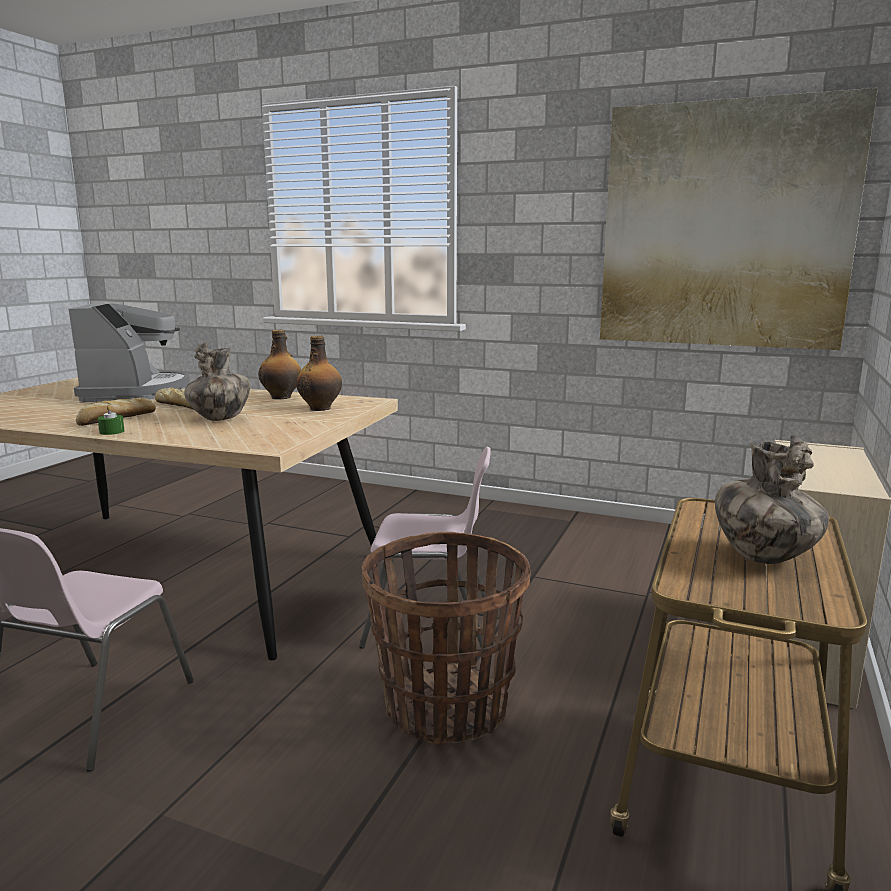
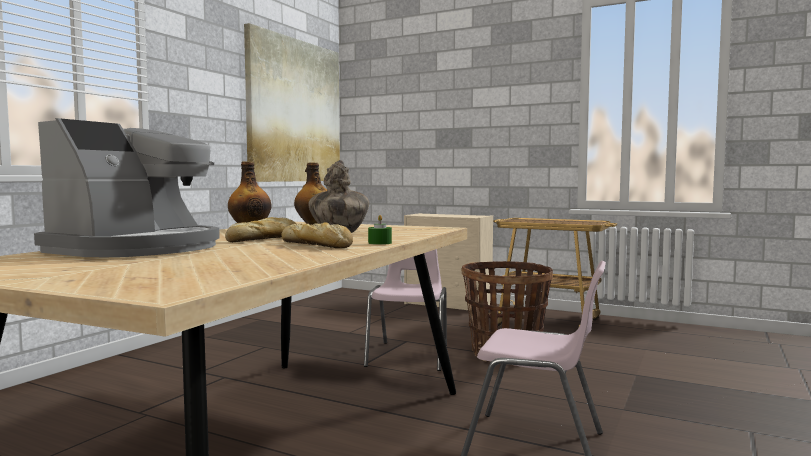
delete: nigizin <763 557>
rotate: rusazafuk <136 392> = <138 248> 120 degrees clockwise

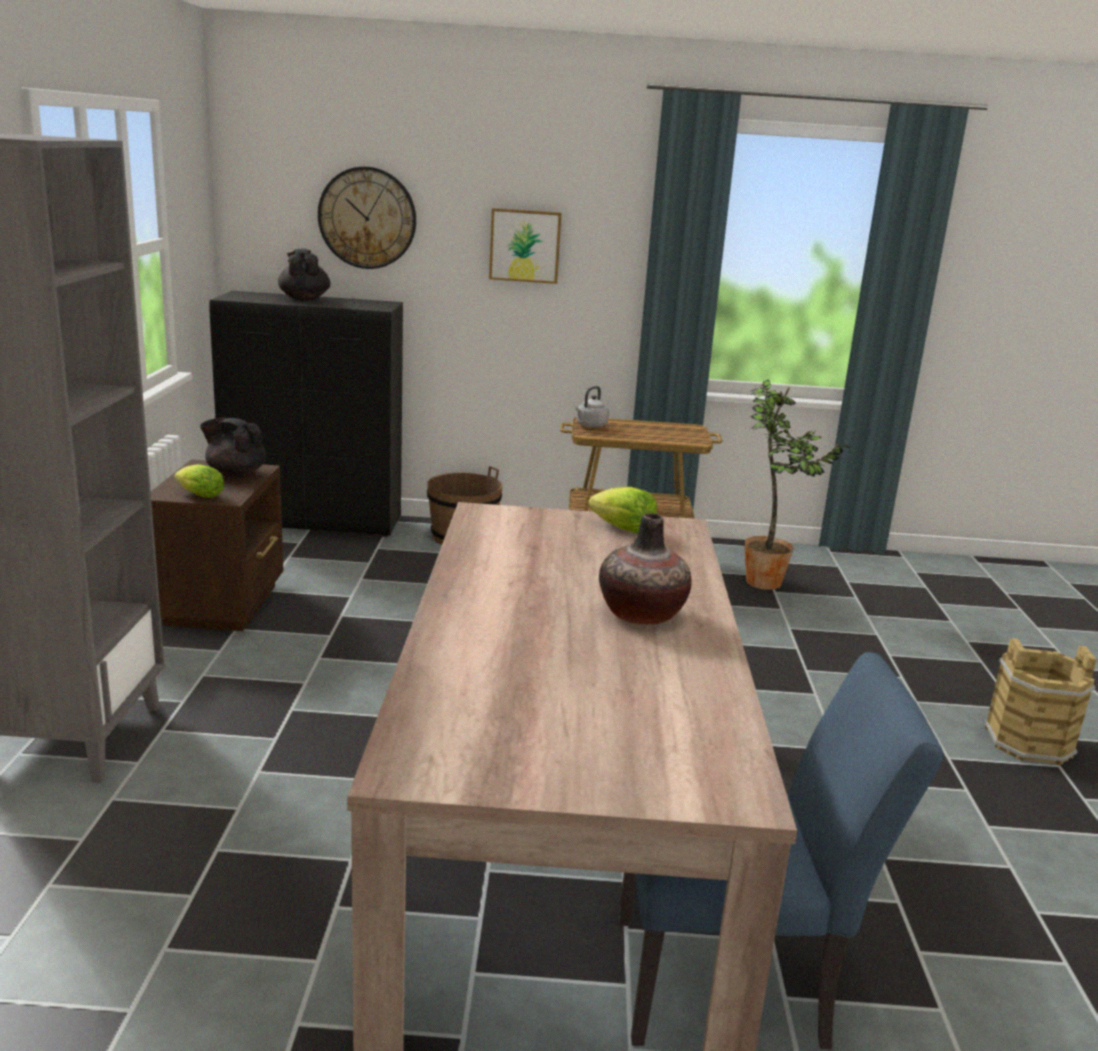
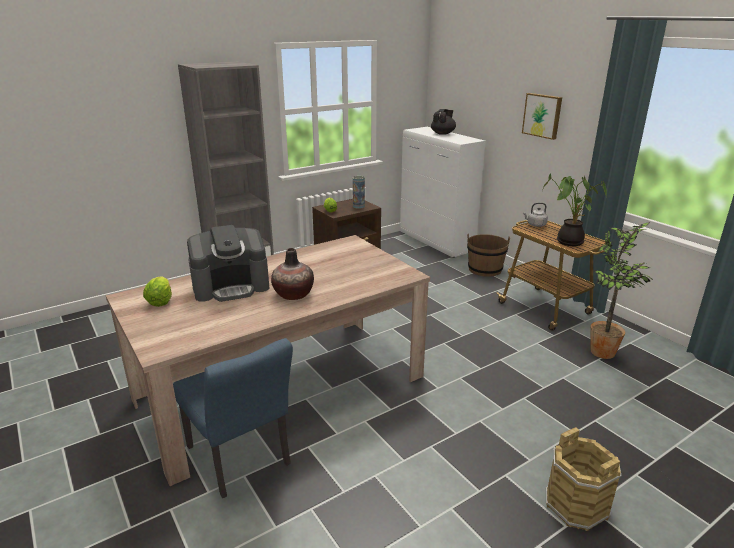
delete: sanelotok <367 218>
insert: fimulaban <568 241>; rusazafuk <231 286>
move: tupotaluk <623 529> to <160 301>
replace: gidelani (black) <235 474> to nigizin <358 206>
recolor: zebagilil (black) <315 522> to zebagilil (white) <436 242>

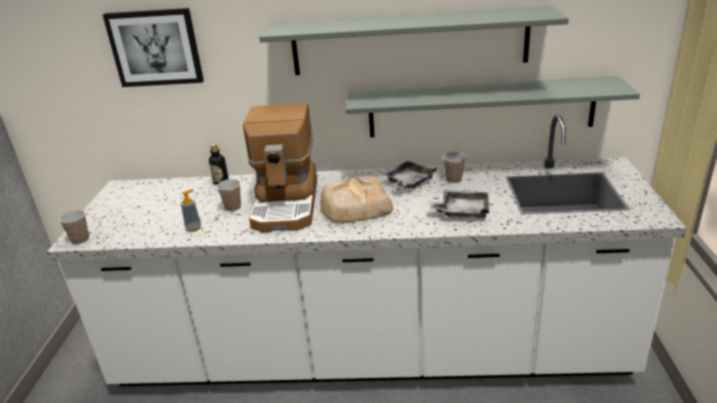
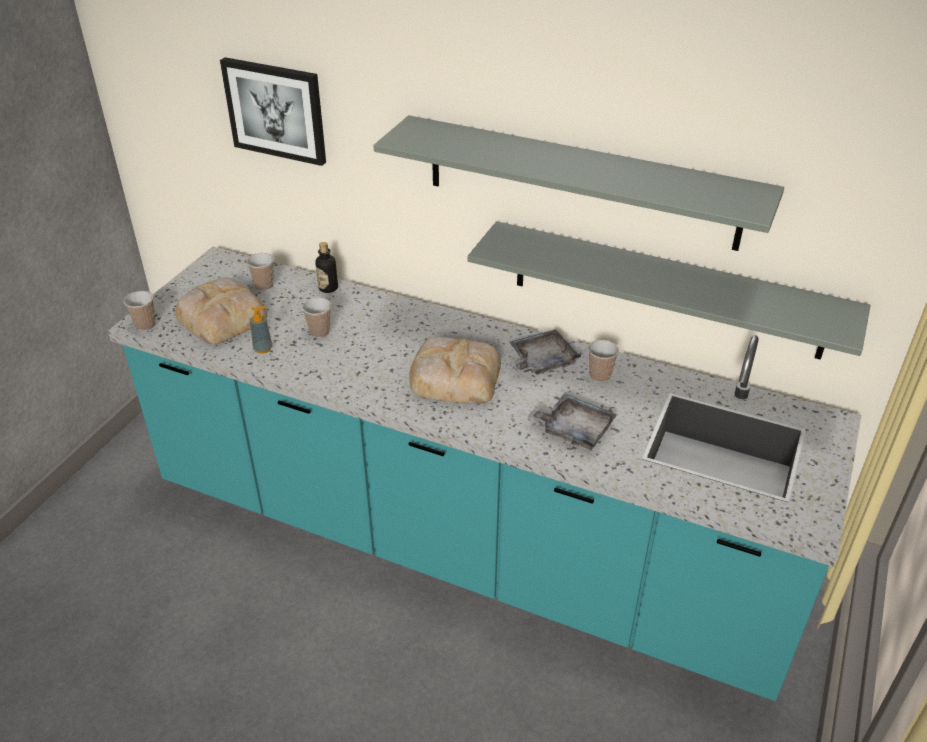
delete: rusazafuk <287 204>
insert: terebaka <264 285>; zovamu <222 316>
recolor: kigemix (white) <370 353> to kigemix (turquoise) <463 544>

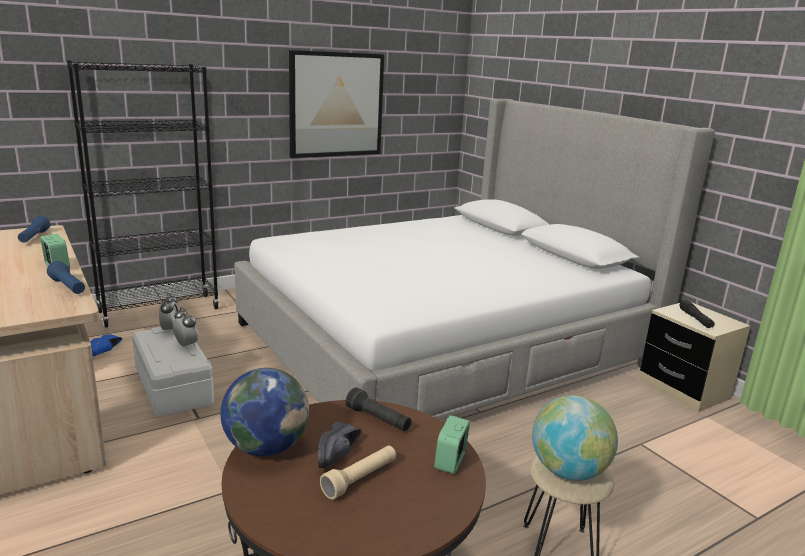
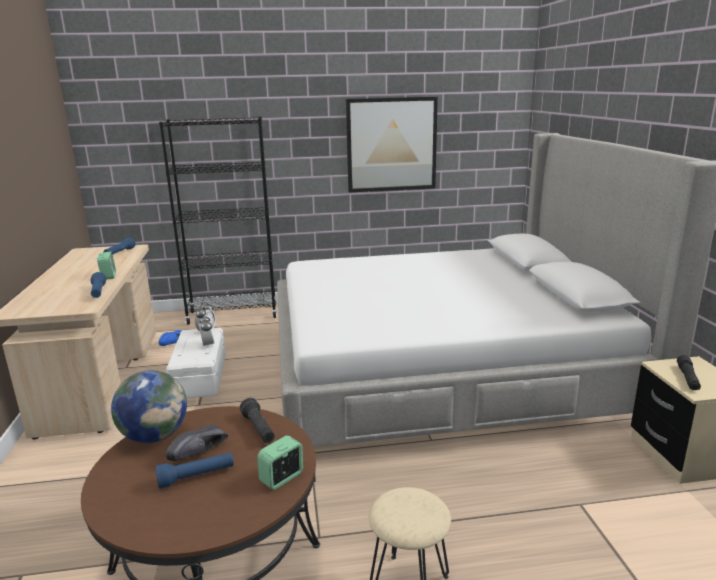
delete: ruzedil <568 471>
recolor: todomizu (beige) <360 479> to todomizu (blue) <196 477>

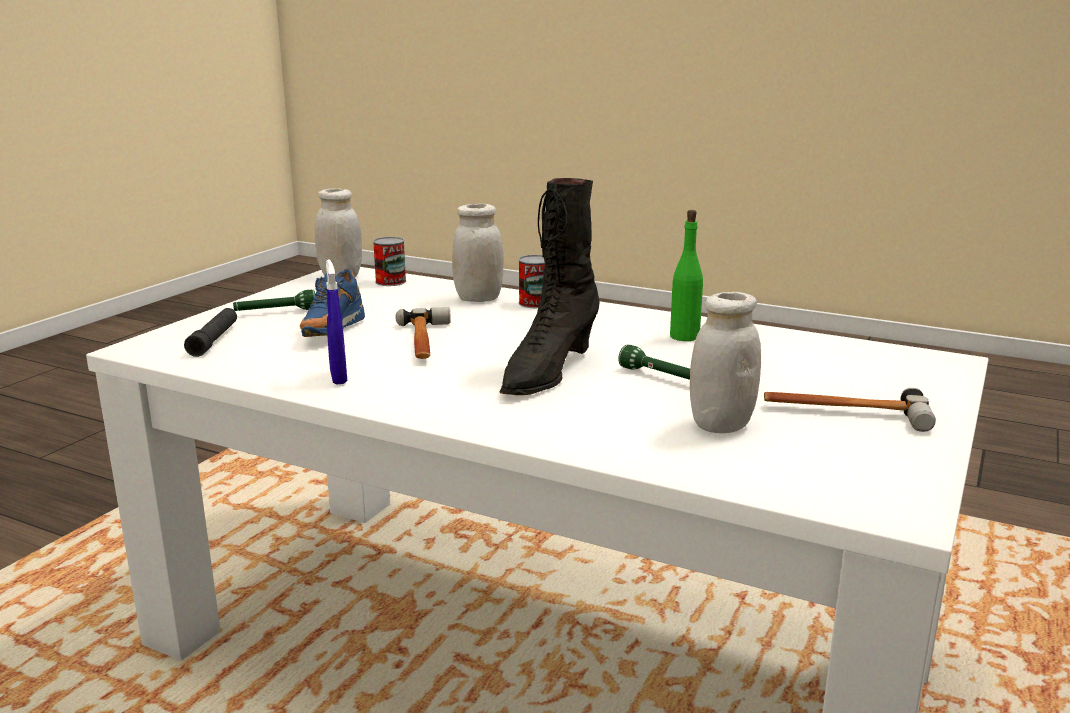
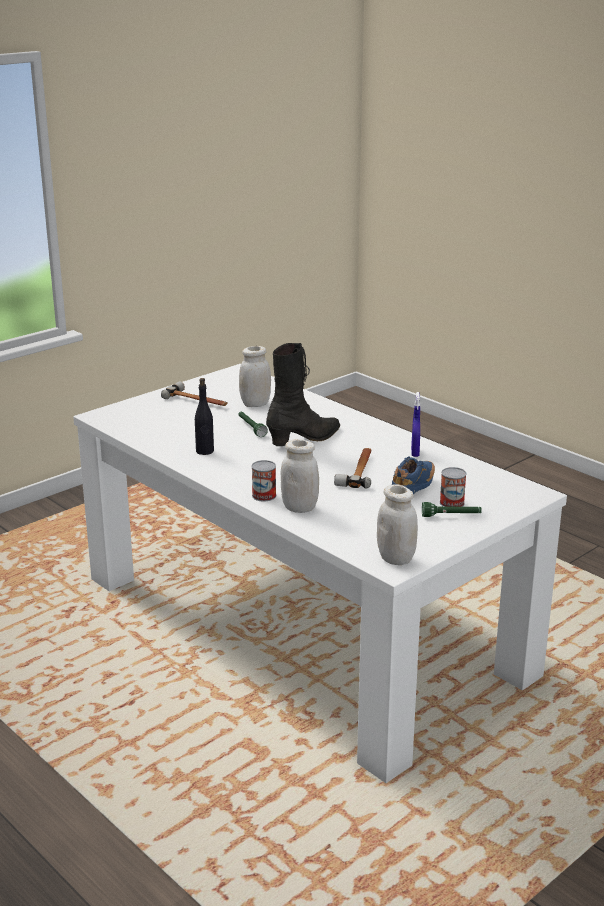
delete: todomizu (black) <214 340>
move: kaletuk <390 282> to <451 503>
recolor: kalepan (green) <684 336> to kalepan (black) <205 451>

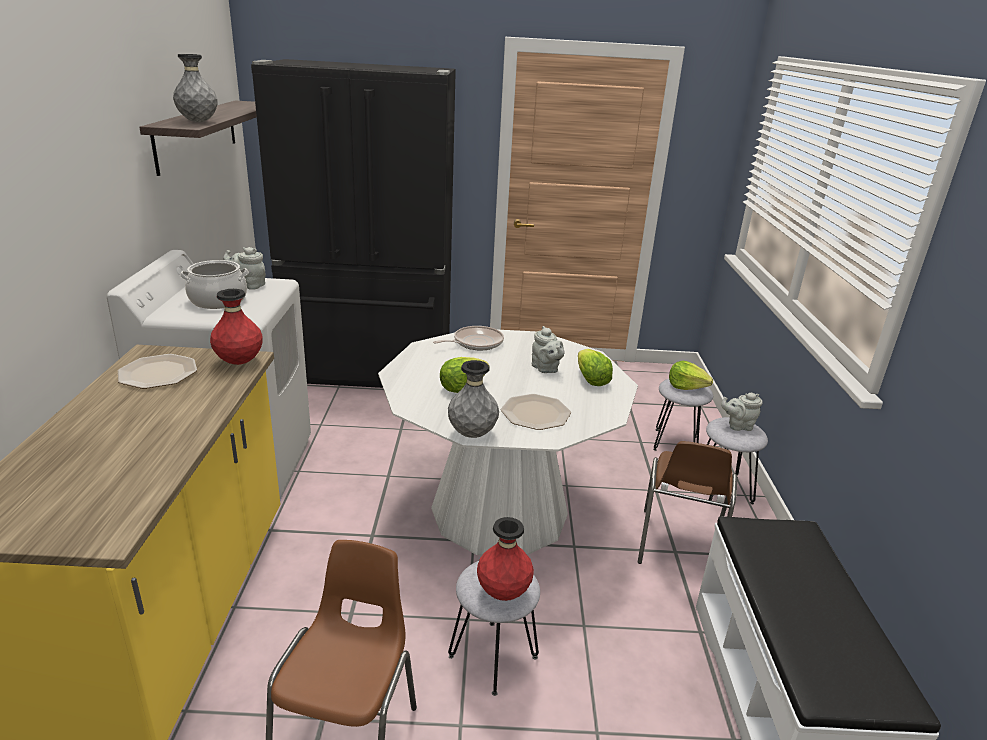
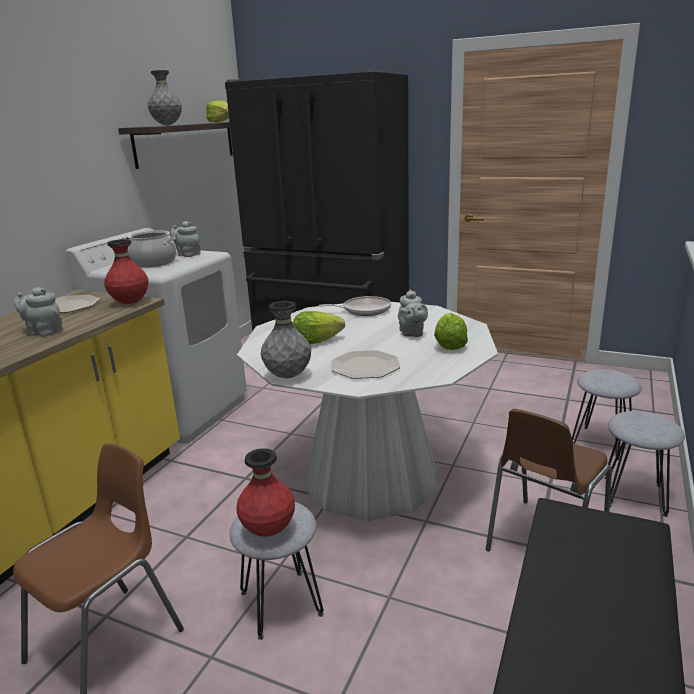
move: tupotaluk <686 386> to <221 122>; gidelani (grey) <738 426> to <43 332>

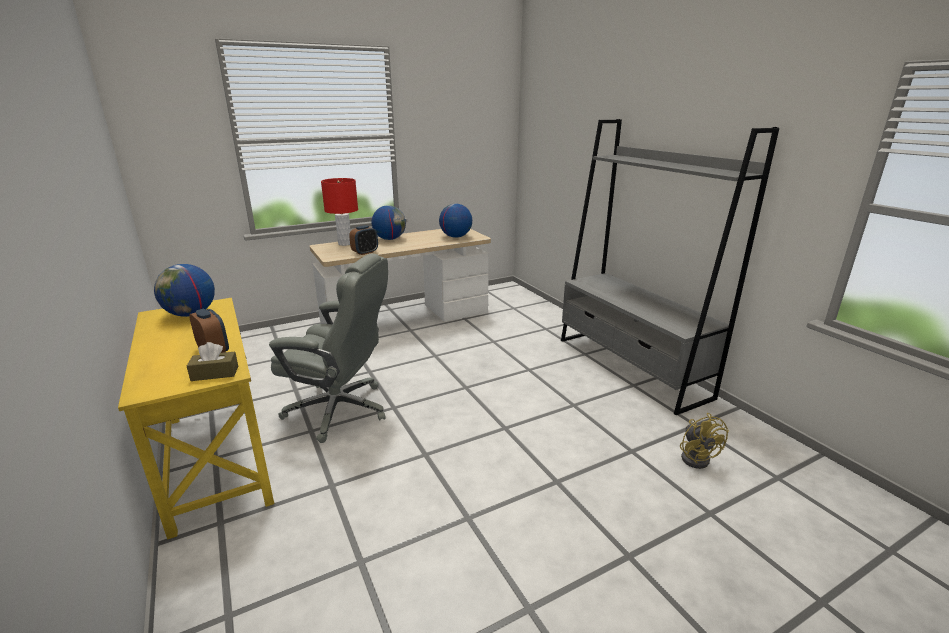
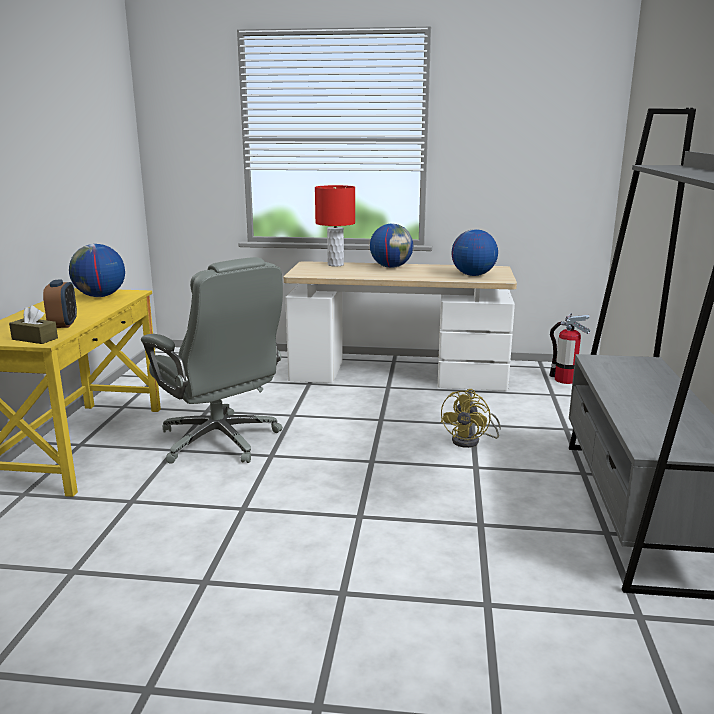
delete: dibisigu <365 252>
insert: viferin <564 380>
move: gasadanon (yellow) <696 457> to <471 441>

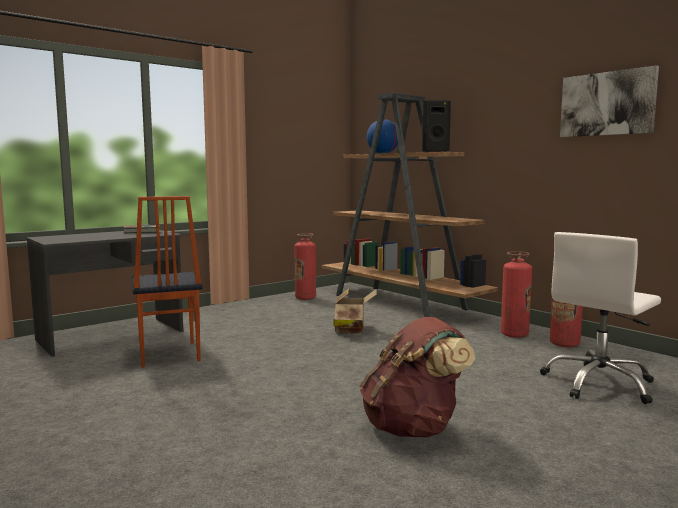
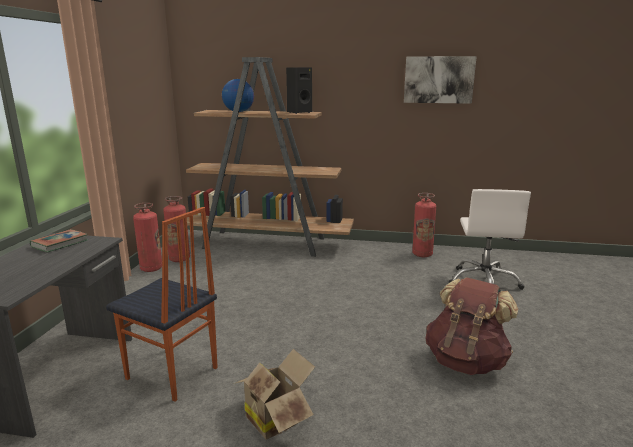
move: viferin <514 334> to <151 268>; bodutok <352 329> to <276 418>

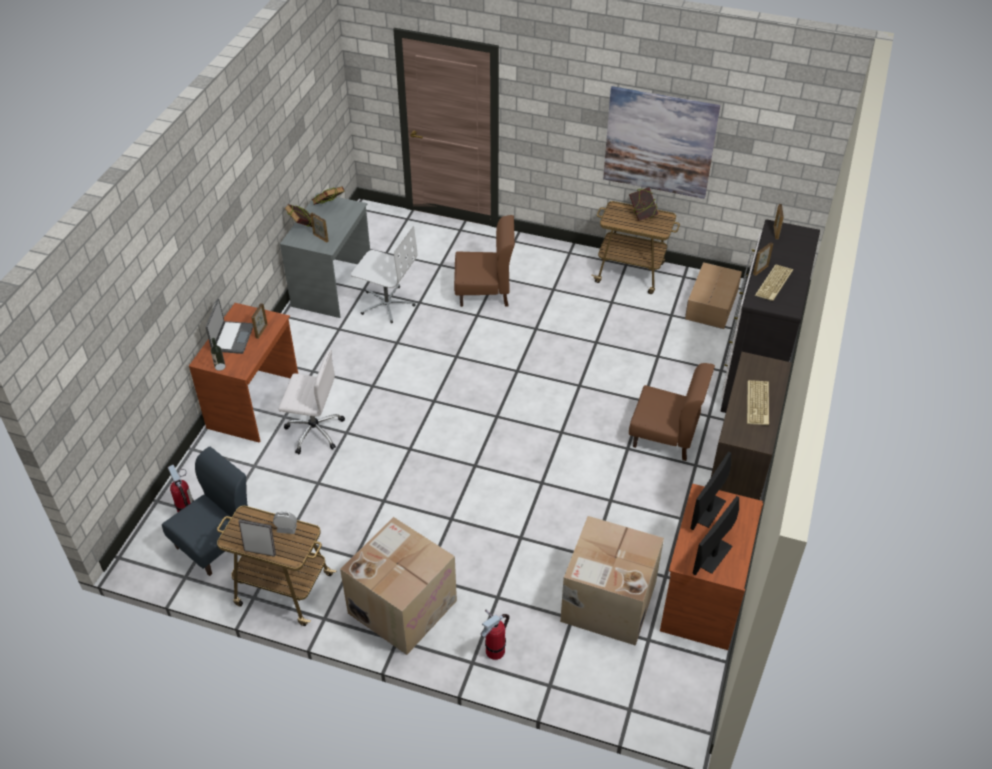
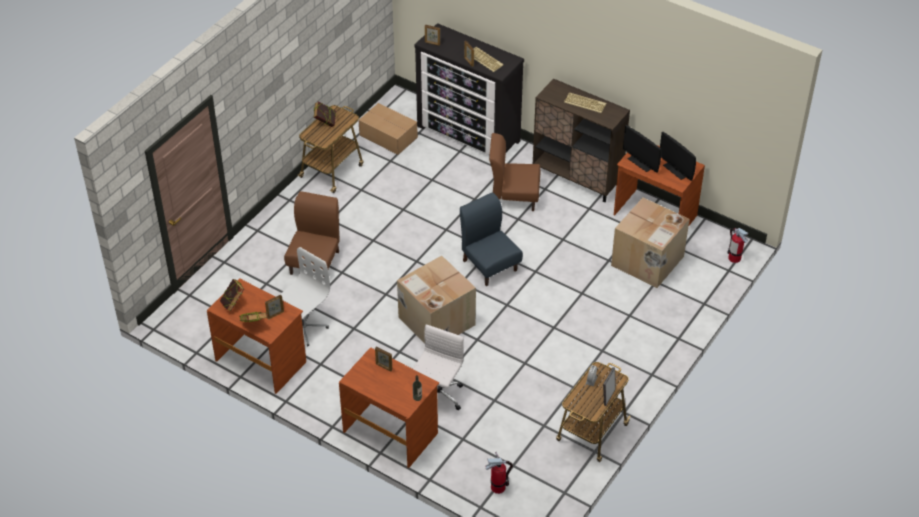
delete: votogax <659 142>; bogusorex <232 338>
move: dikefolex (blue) <216 543> to <489 265>; bodutok <402 605> to <435 321>; viferin <495 650> to <734 258>
recolor: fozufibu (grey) <333 286> to fozufibu (brown) <261 361>
rotate: dikefolex (brown) <665 437> = <514 197> 120 degrees counterclockwise

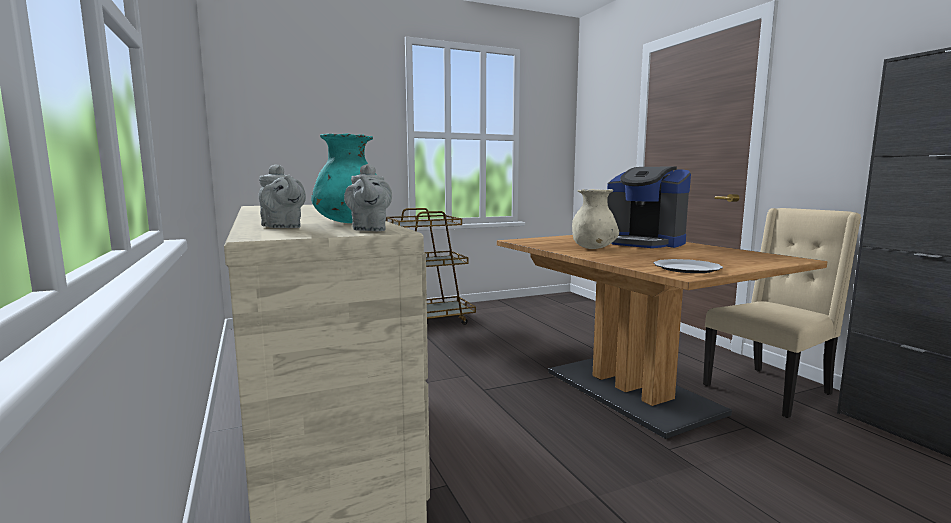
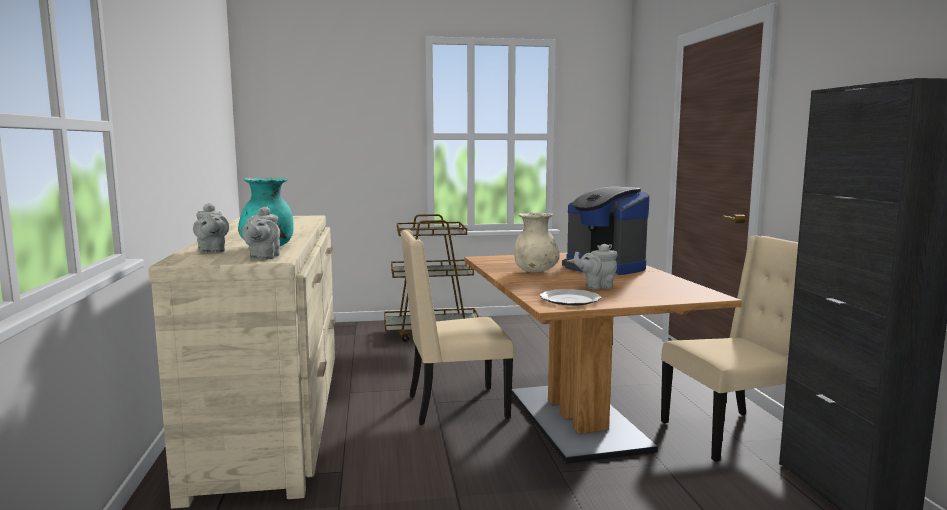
insert: dikefolex (beige) <454 406>; gidelani (grey) <596 287>

